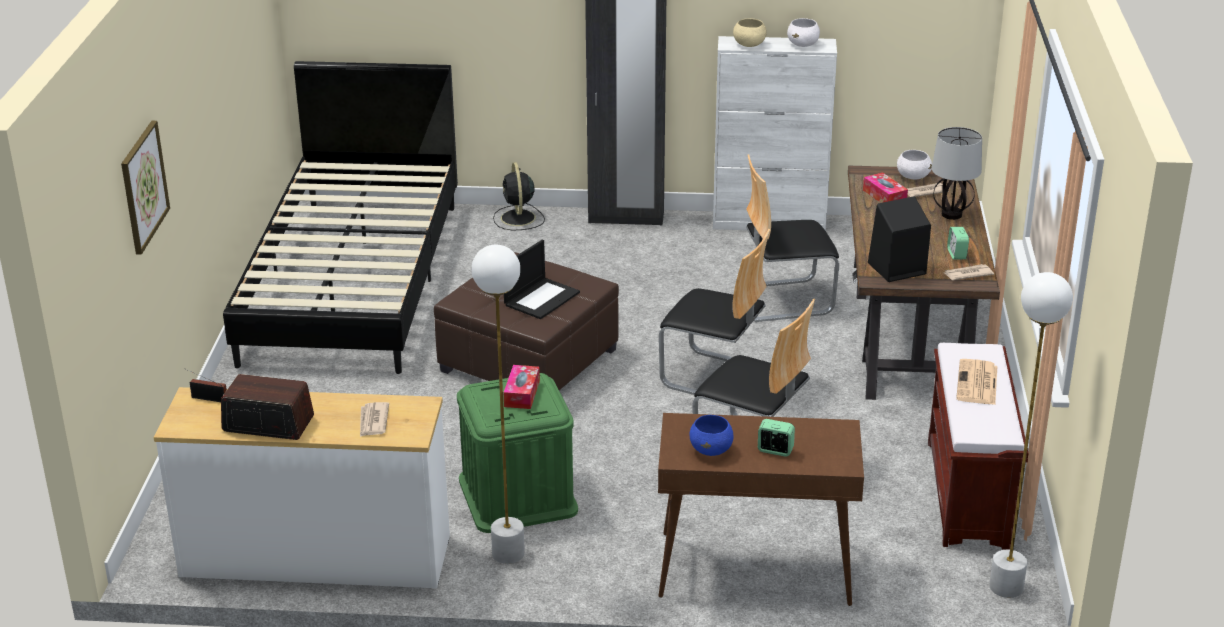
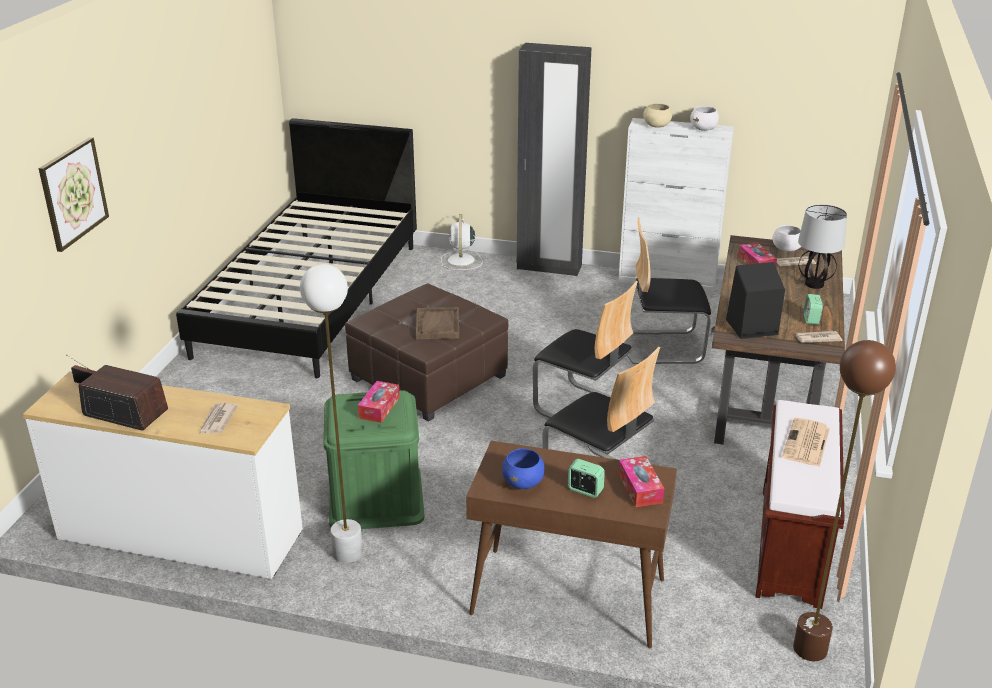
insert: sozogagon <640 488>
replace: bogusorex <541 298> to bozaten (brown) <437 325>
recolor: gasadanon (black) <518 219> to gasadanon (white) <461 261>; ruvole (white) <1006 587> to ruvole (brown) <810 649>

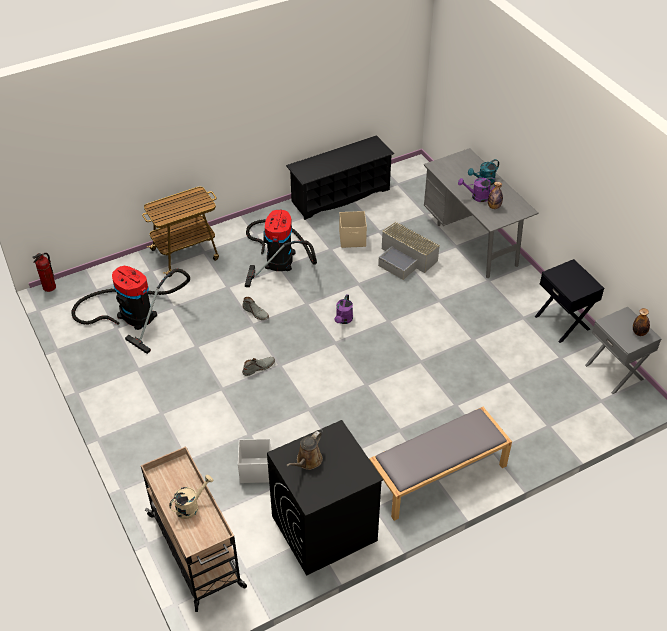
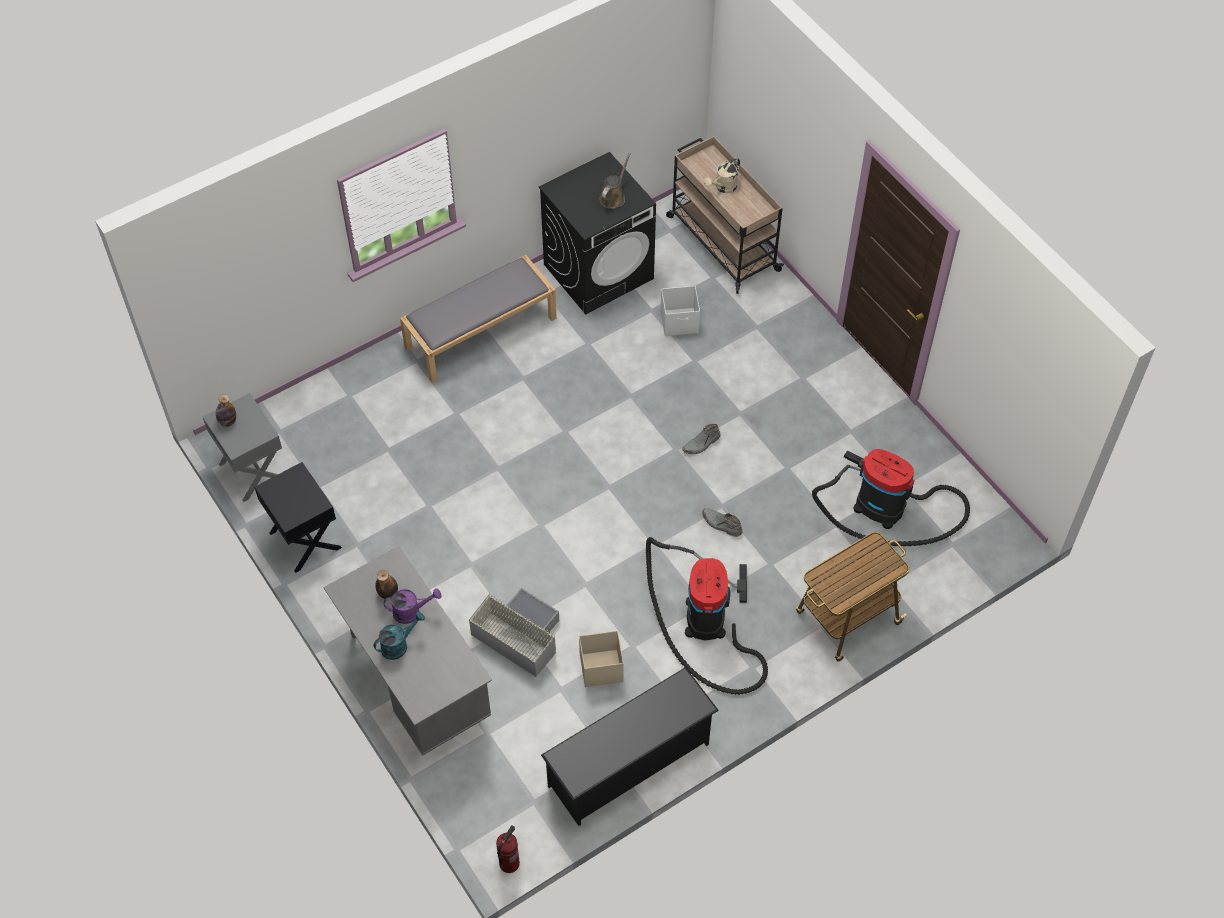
delete: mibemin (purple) <343 320>
move: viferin <49 287> to <509 863>

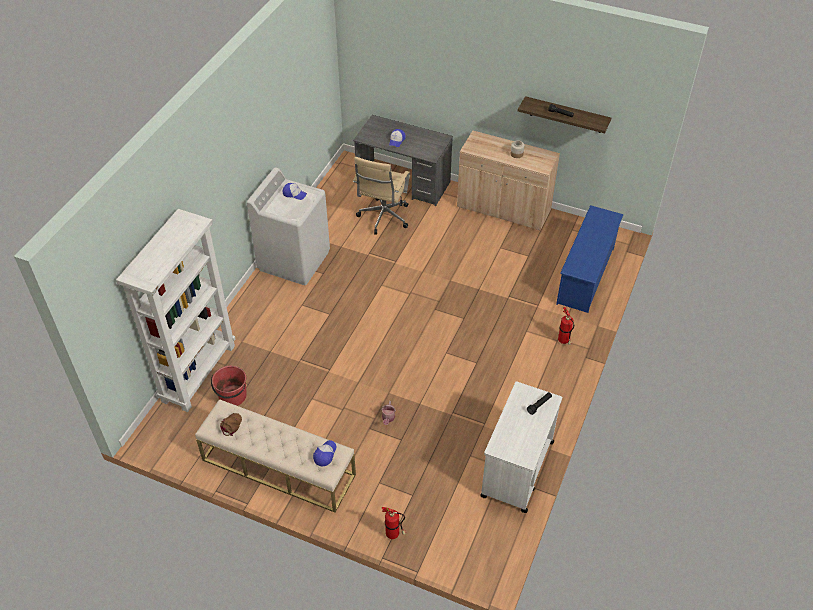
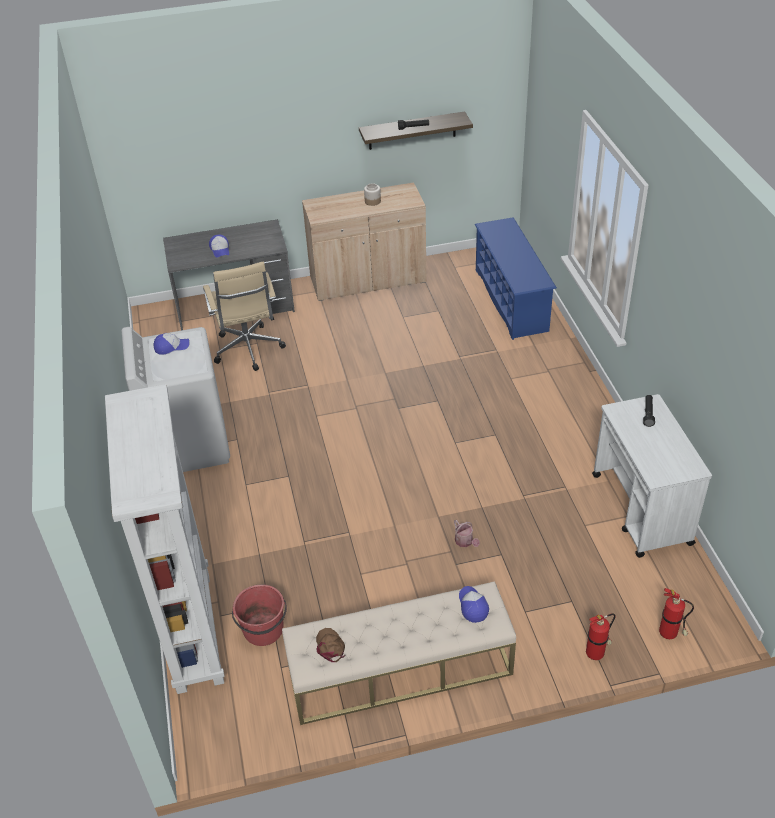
move: viferin <564 341> to <670 634>

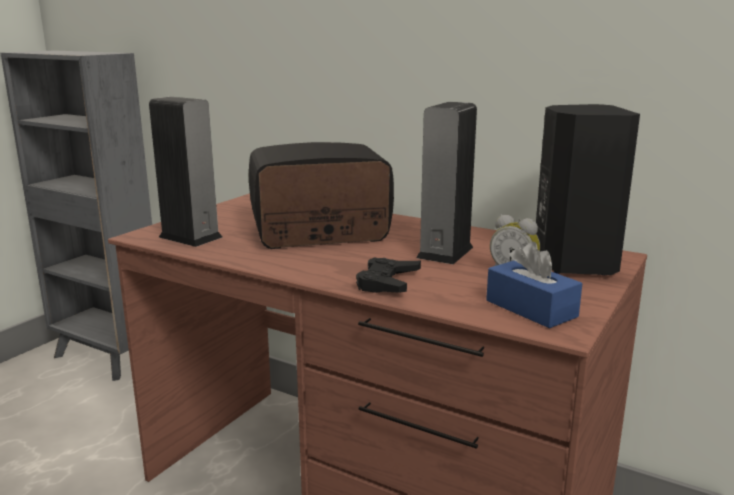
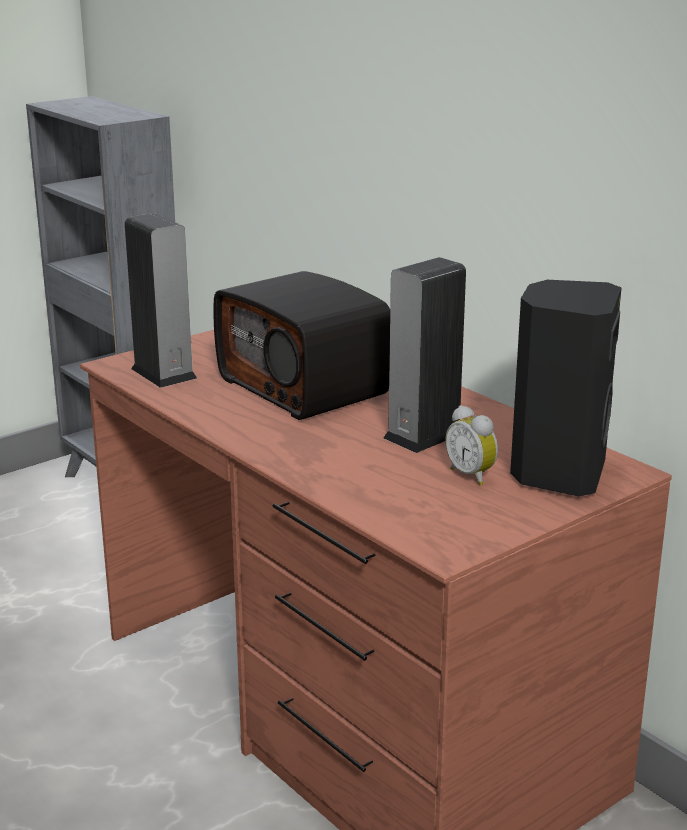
delete: sozogagon (blue) <531 308>; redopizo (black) <387 282>
rotate: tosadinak <318 232> = <306 386> 135 degrees counterclockwise

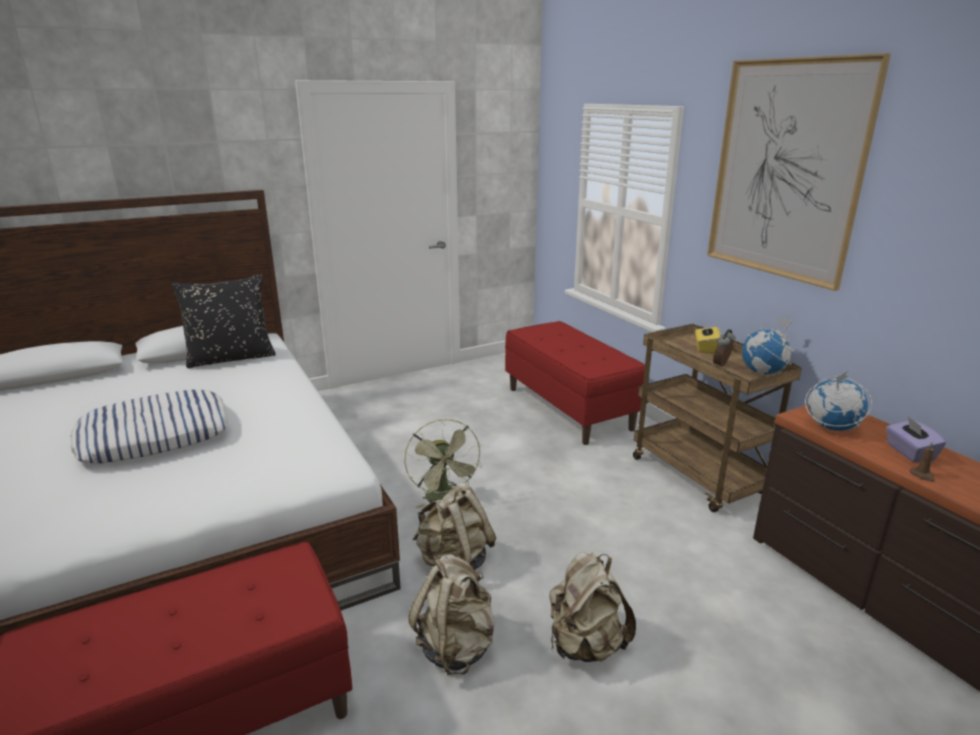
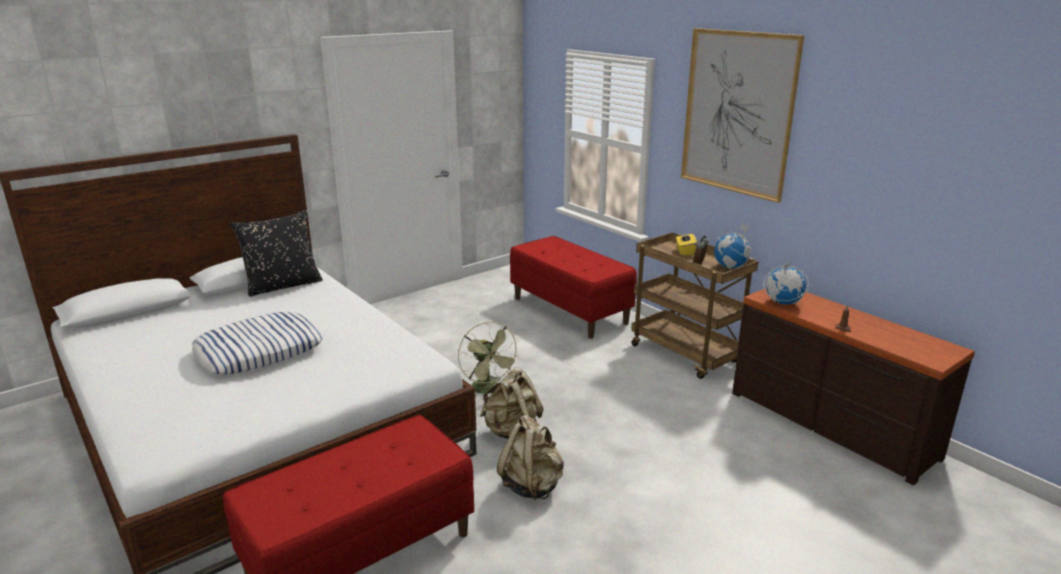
delete: sozogagon (purple) <909 452>; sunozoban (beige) <585 645>

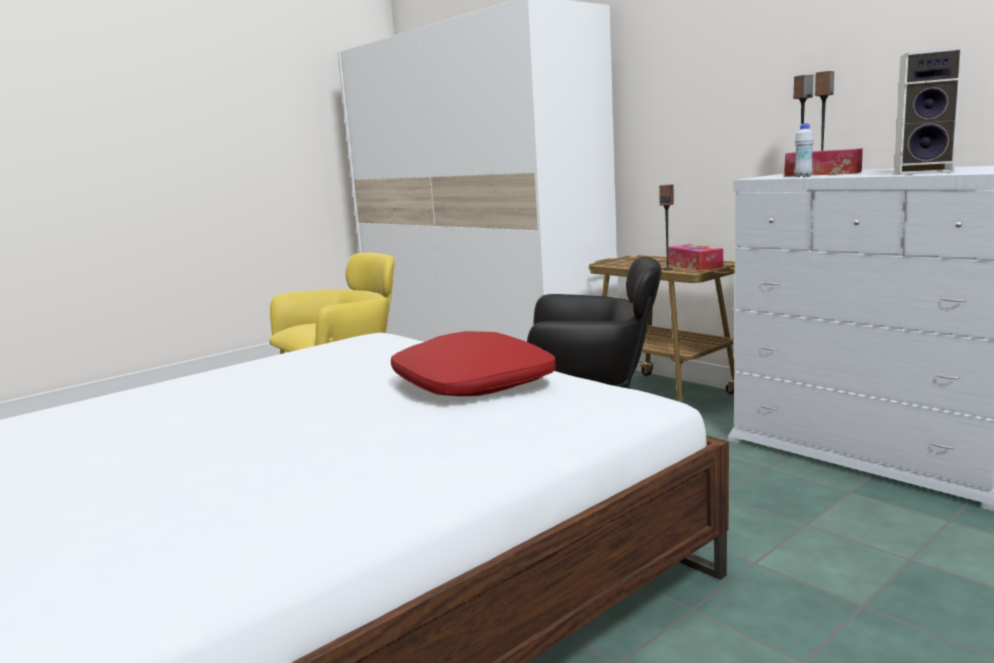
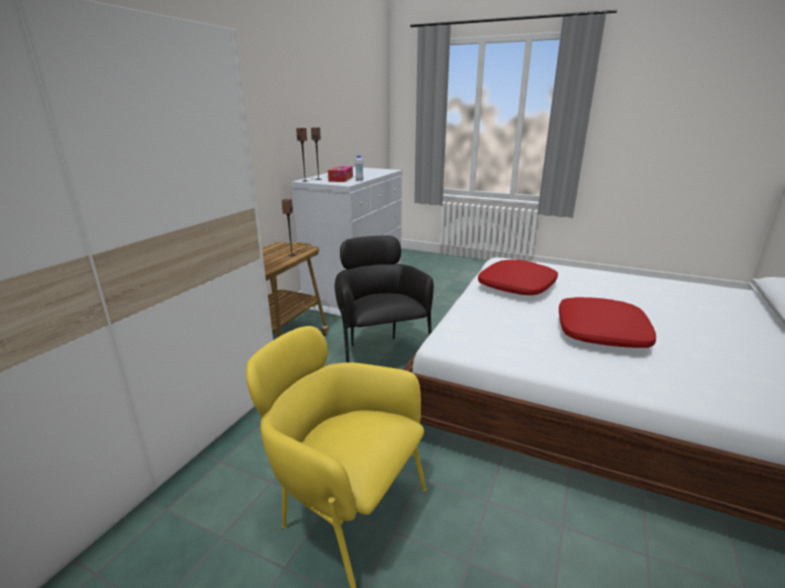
delete: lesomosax <925 172>; sozogagon <694 265>
insert: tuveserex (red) <602 333>

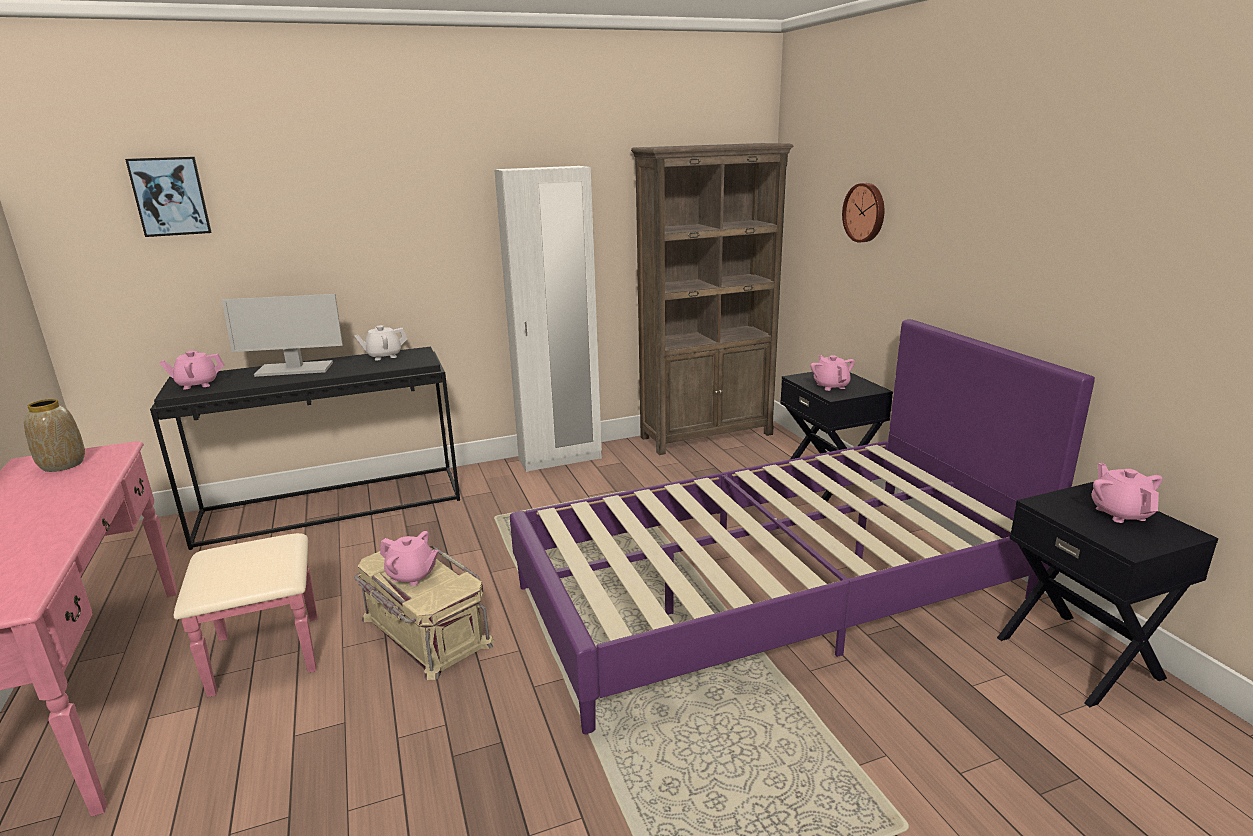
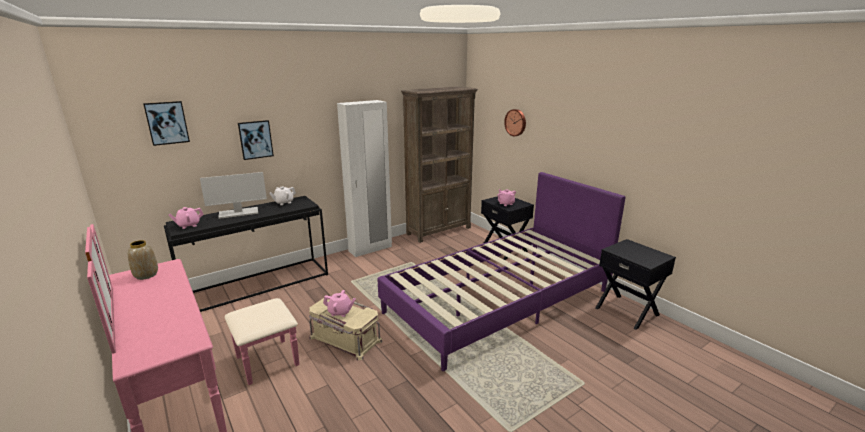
delete: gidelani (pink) <1120 513>
insert: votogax <255 139>

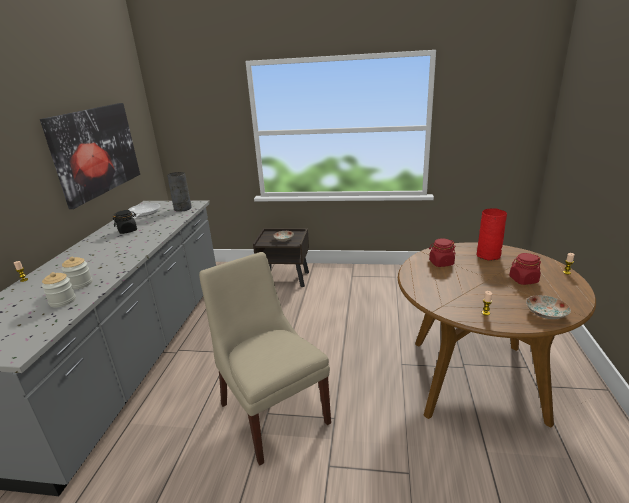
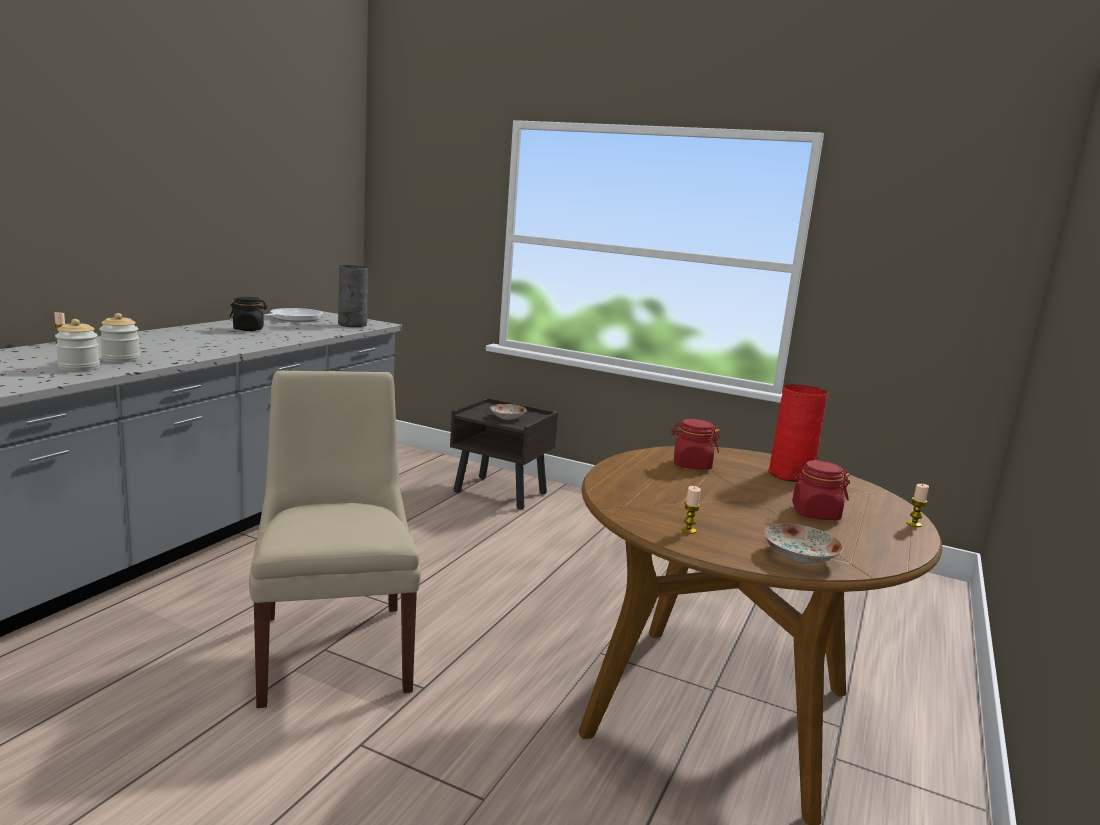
delete: votogax <96 151>

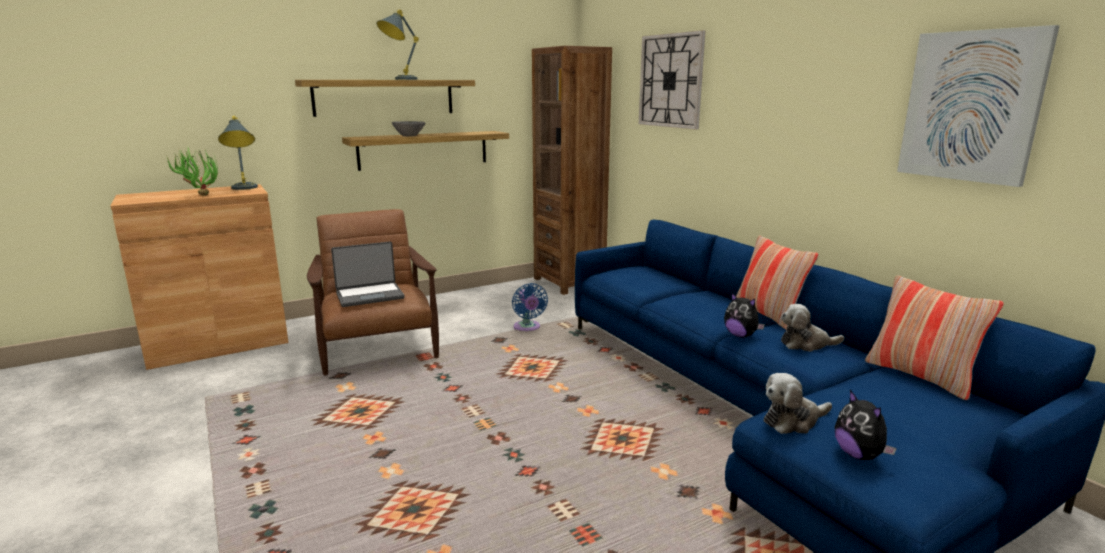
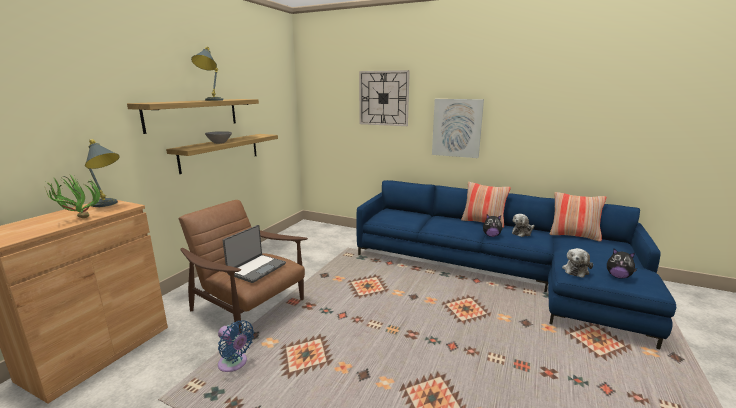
delete: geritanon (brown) <569 282>
move: votogax <971 106> to <457 128>; gasadanon (blue) <527 328> to <234 364>

